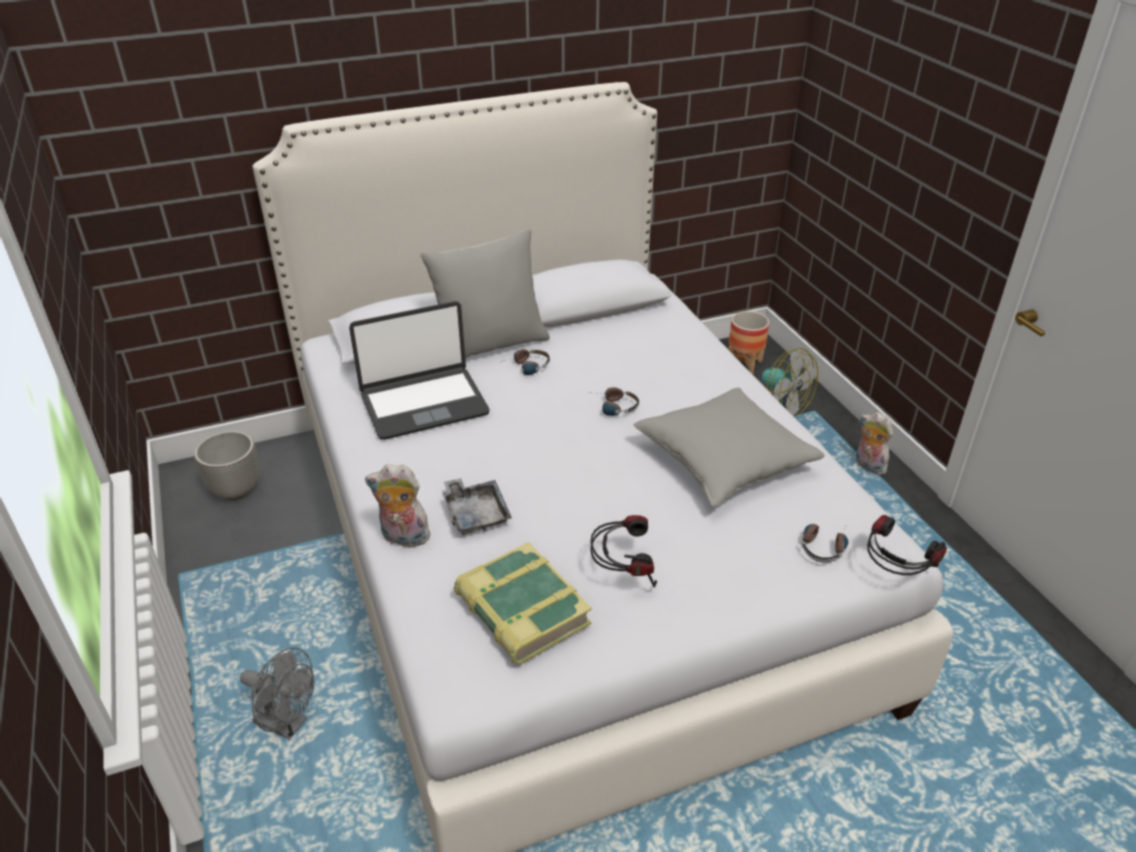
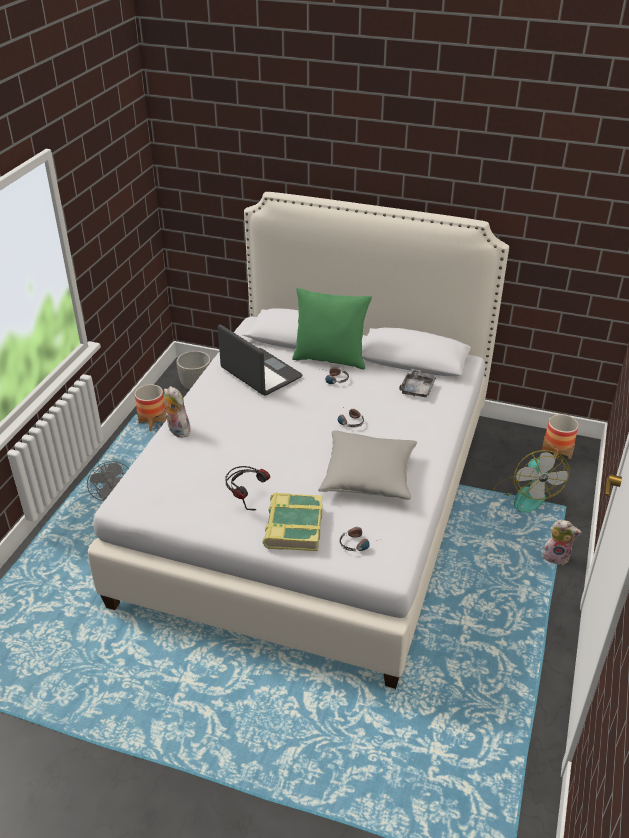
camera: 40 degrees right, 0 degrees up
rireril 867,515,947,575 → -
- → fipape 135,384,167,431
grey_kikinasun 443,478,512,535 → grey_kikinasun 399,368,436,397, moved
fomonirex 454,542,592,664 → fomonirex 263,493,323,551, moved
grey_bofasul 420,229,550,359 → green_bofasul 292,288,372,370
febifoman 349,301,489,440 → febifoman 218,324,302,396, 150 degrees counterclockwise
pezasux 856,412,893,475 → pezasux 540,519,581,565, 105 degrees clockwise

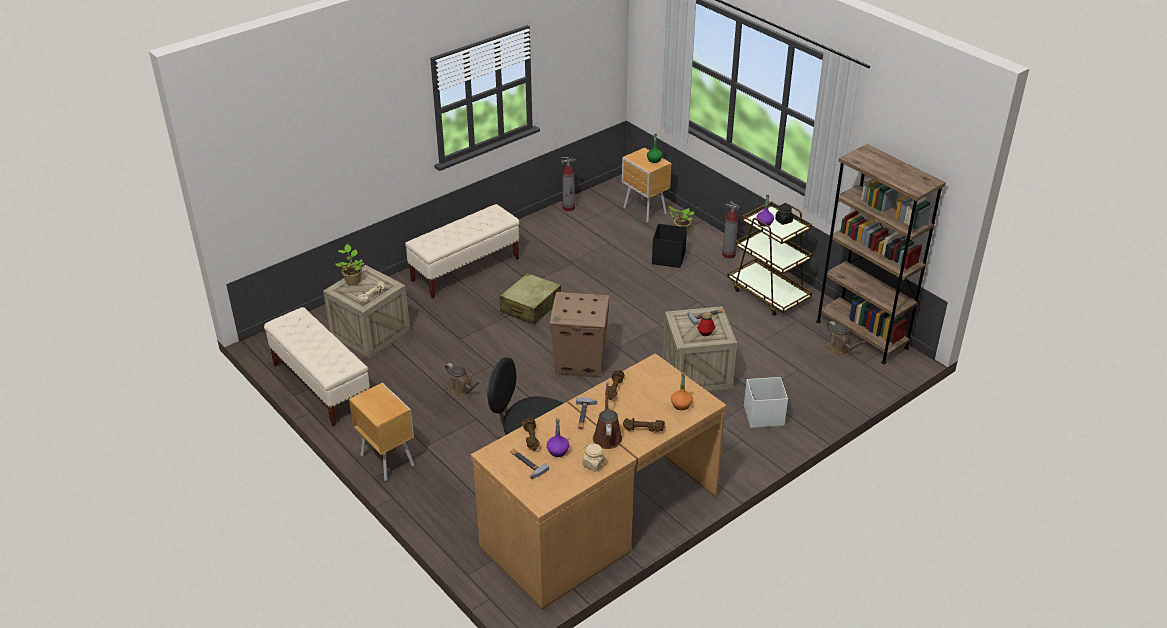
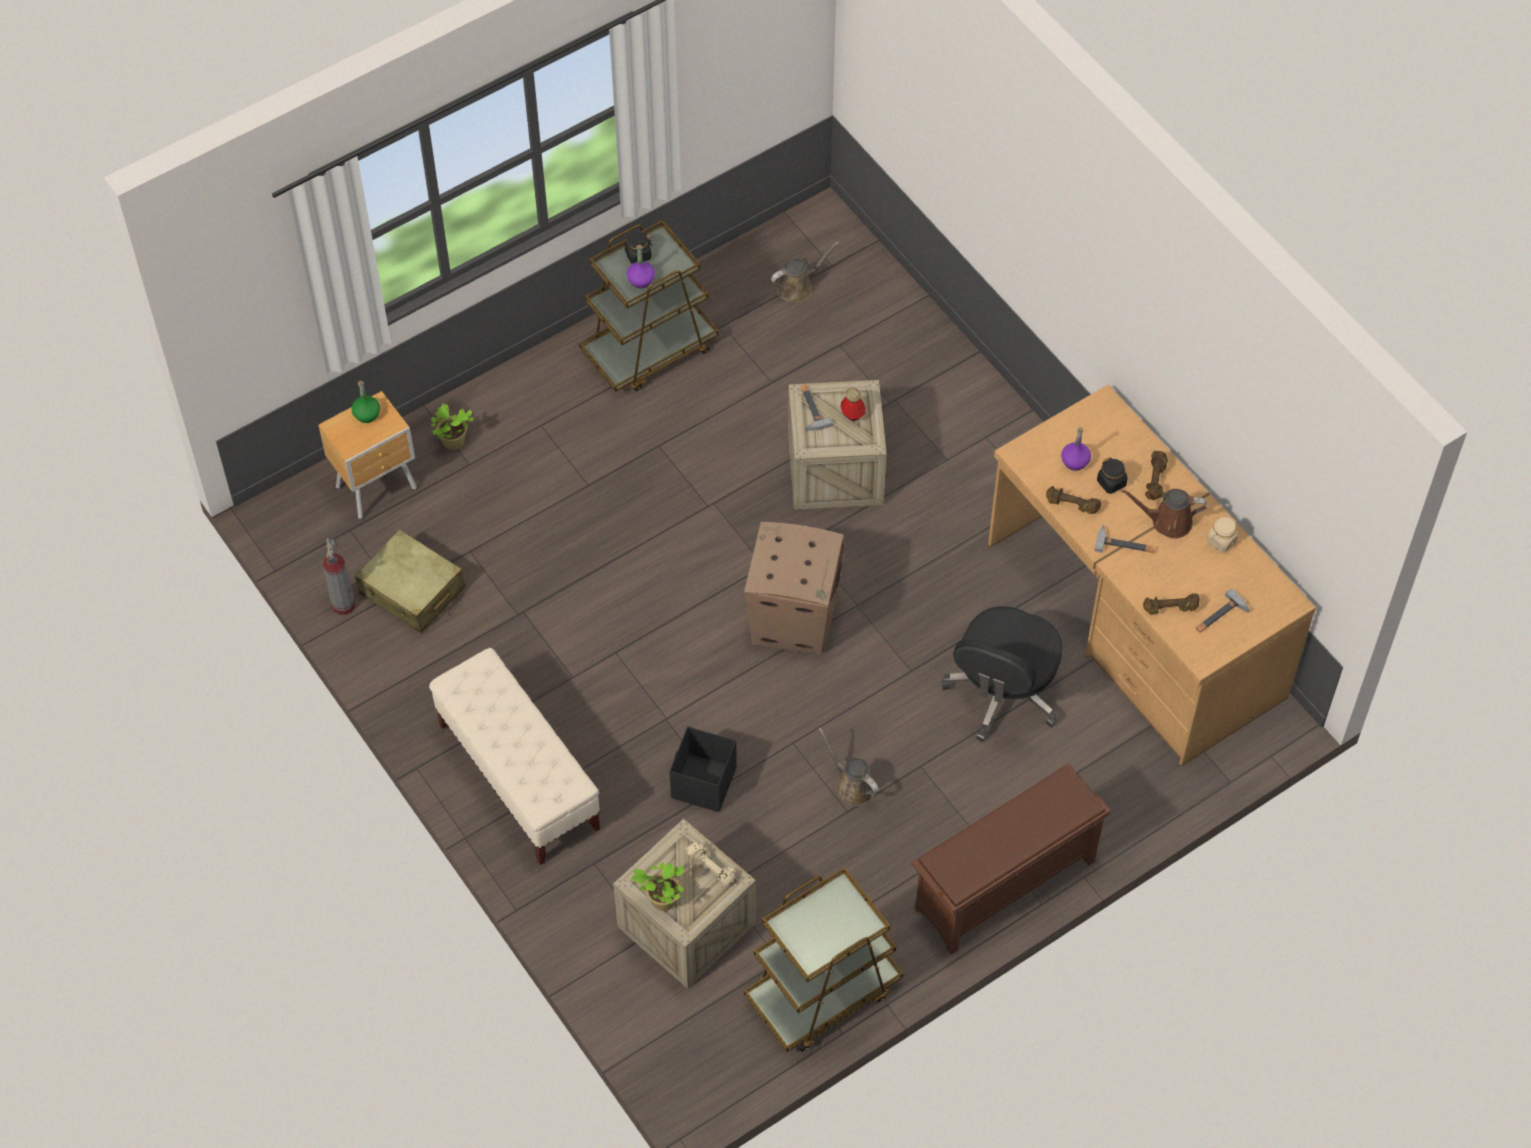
camera: 85 degrees left, 20 degrees up
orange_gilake 671,373,693,410 → -
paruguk 722,201,741,259 → -
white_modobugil 744,377,788,428 → -
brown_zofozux 816,144,946,364 → -
- → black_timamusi 1097,457,1128,494
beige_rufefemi 500,273,561,324 → beige_rufefemi 355,529,465,633, moved
purple_gilake 547,418,569,457 → purple_gilake 1061,427,1091,471, moved
black_modobugil 652,224,687,268 → black_modobugil 670,727,737,812, moved
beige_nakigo 264,307,370,426 → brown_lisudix 744,867,903,1052
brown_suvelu 349,383,414,481 → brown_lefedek 912,763,1111,955
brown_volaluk 445,363,482,398 → brown_volaluk 819,727,879,806, 90 degrees counterclockwise

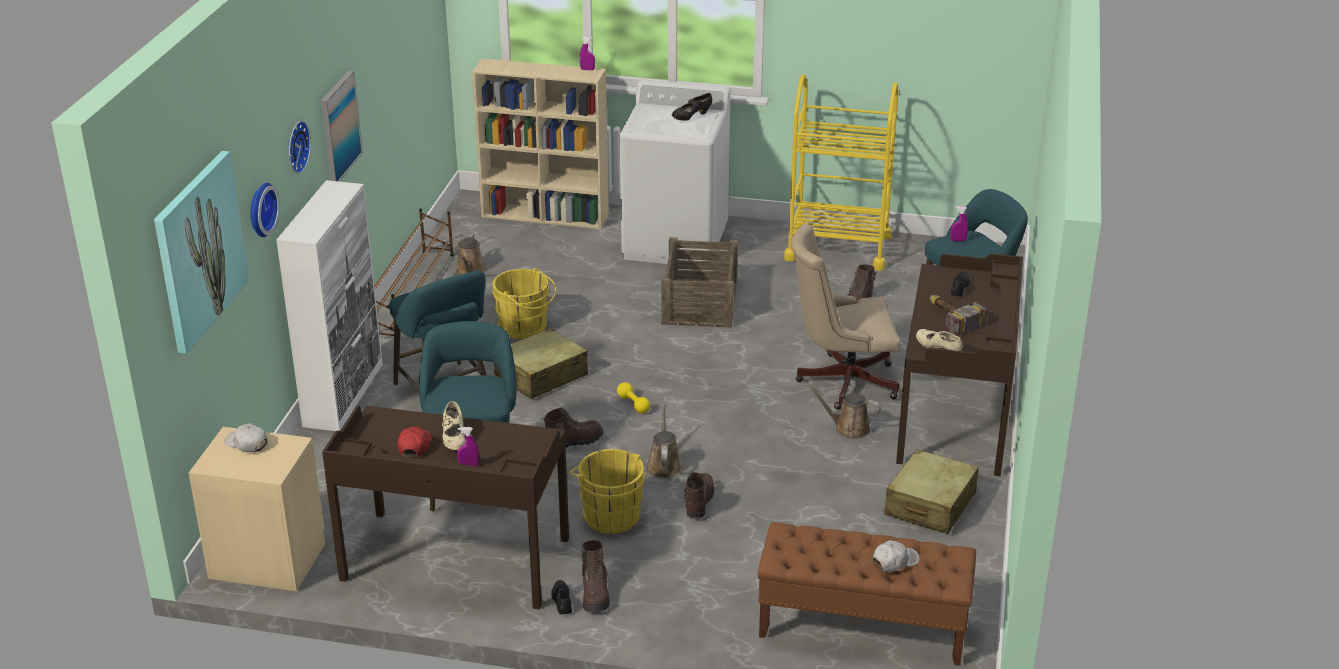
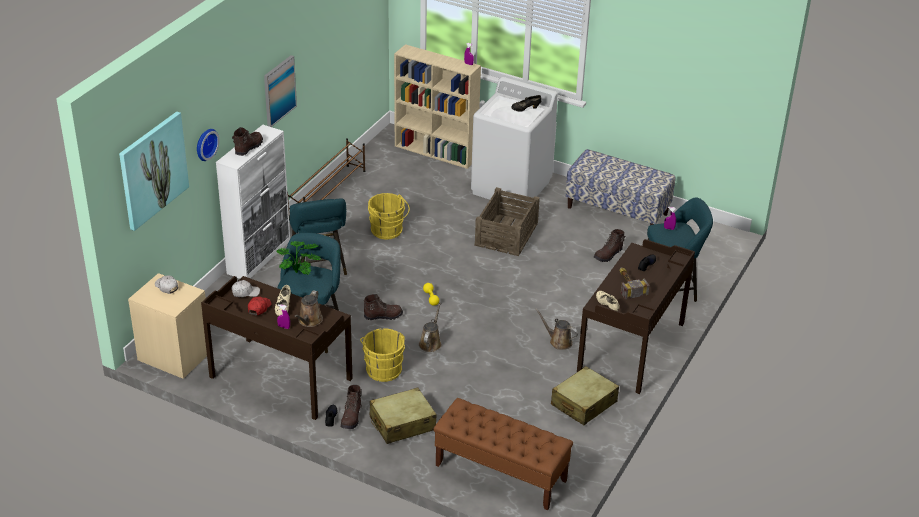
camera: 15 degrees right, 5 degrees up
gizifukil 289,121,311,174 → -
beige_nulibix 791,224,900,410 → -
- → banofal 277,241,321,275
brown_volaluk 456,234,486,275 → brown_volaluk 294,290,323,327, moved
beige_rufefemi 494,328,588,399 → beige_rufefemi 370,387,436,444, moved
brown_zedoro 683,472,714,518 → brown_zedoro 232,127,263,156, moved
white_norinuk 873,540,919,572 → white_norinuk 231,280,260,297, moved
yellow_lisudix 784,75,899,271 → nakigo 565,149,675,225

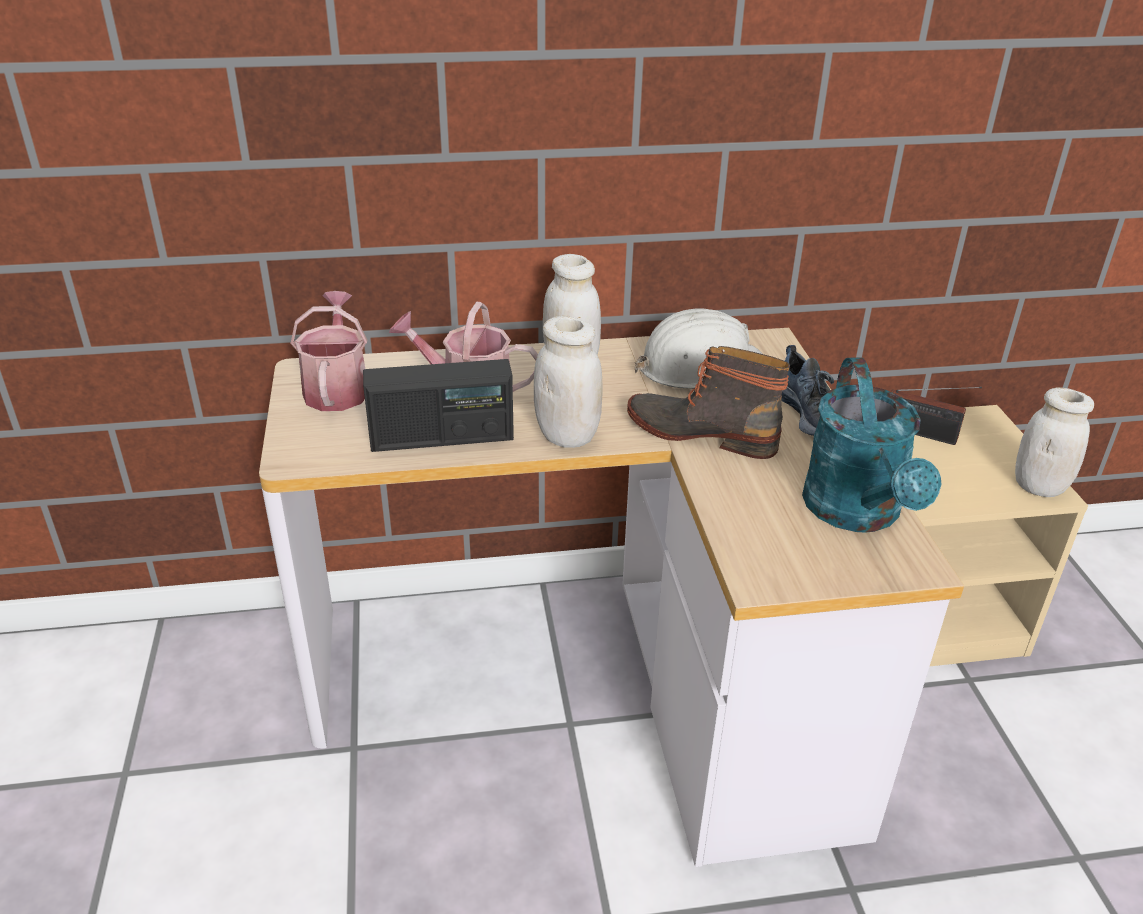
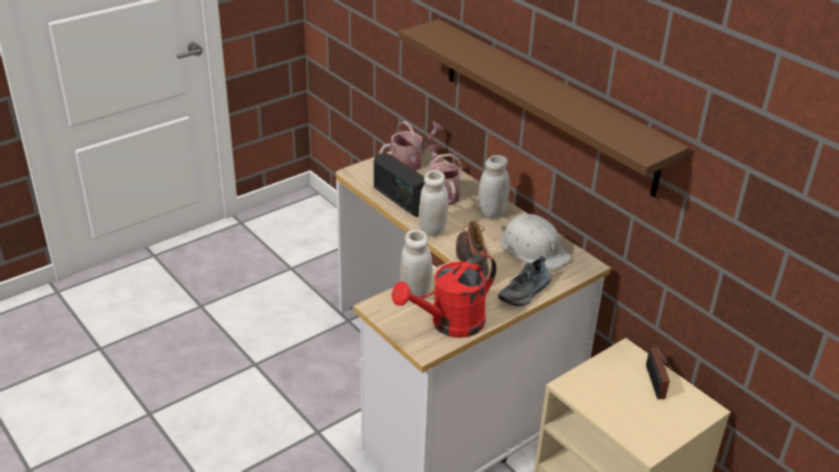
camera: 60 degrees right, 0 degrees up
- → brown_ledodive 398,19,689,198
white_timamusi 1015,387,1094,497 → white_timamusi 400,229,432,298, moved
turquoise_volaluk 802,358,941,533 → red_volaluk 392,253,496,338

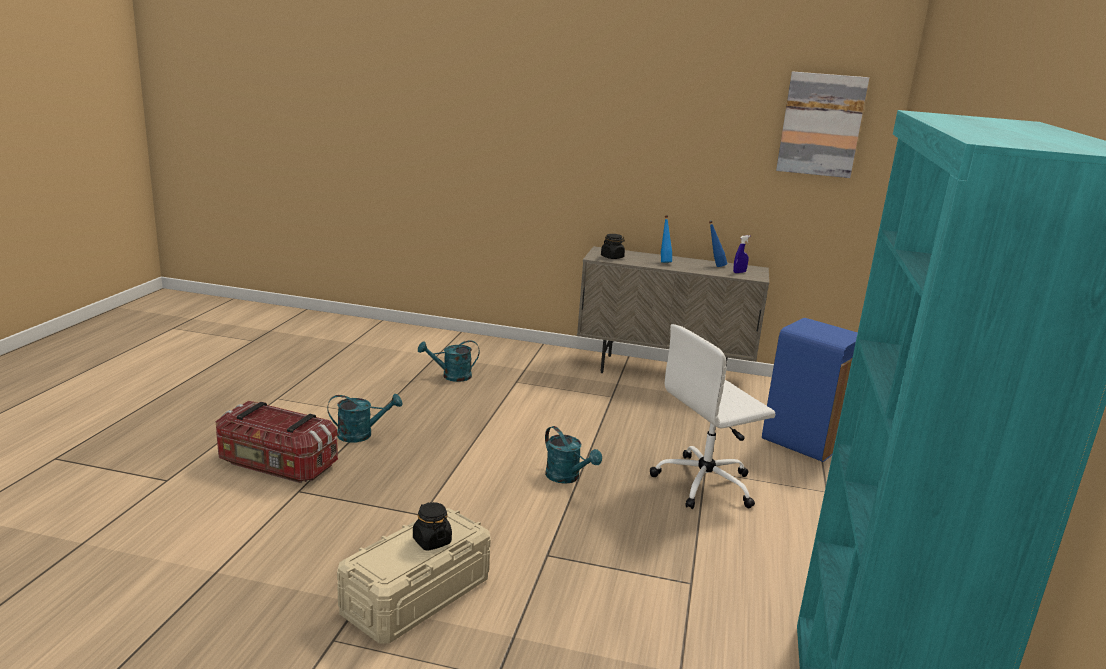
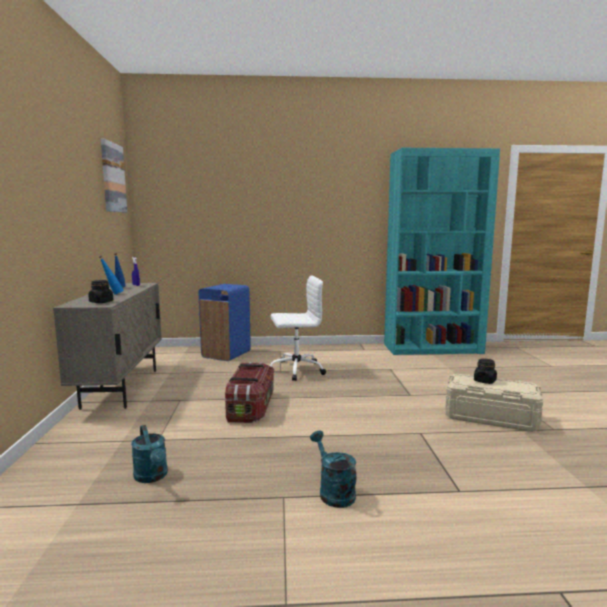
camera: 105 degrees left, 10 degrees down
turquoise_volaluk 545,426,602,484 → -
modobugil 216,401,338,483 → modobugil 225,362,274,423, moved
white_nulibix 650,324,775,509 → white_nulibix 270,276,326,381, 60 degrees counterclockwise

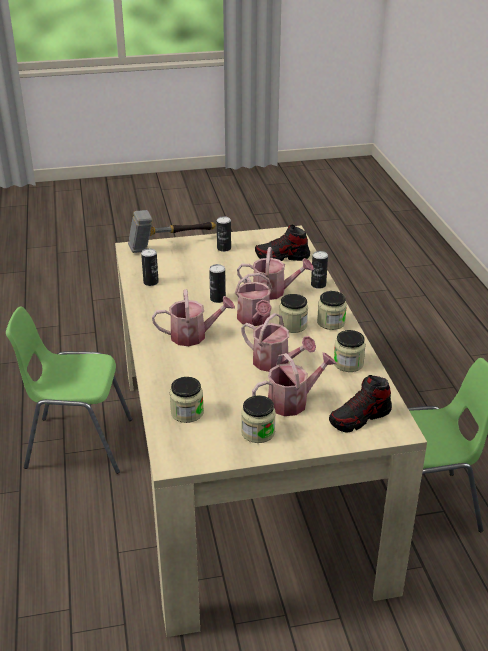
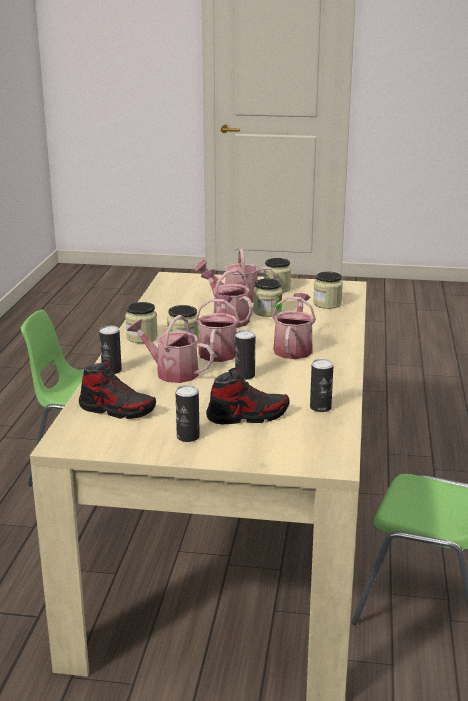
camera: 160 degrees left, 10 degrees down
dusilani 128,210,216,253 → -
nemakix 329,375,392,432 → nemakix 206,368,290,424, moved
timamusi 334,330,366,372 → timamusi 253,279,282,317, moved
volaluk 152,289,235,346 → volaluk 272,293,316,359, 90 degrees clockwise

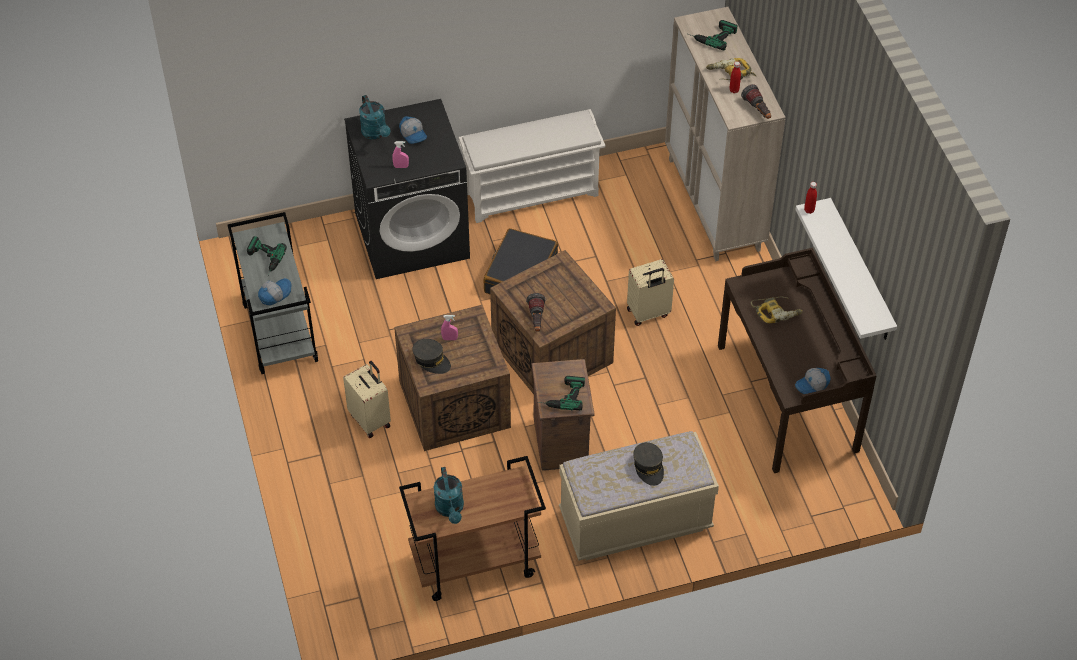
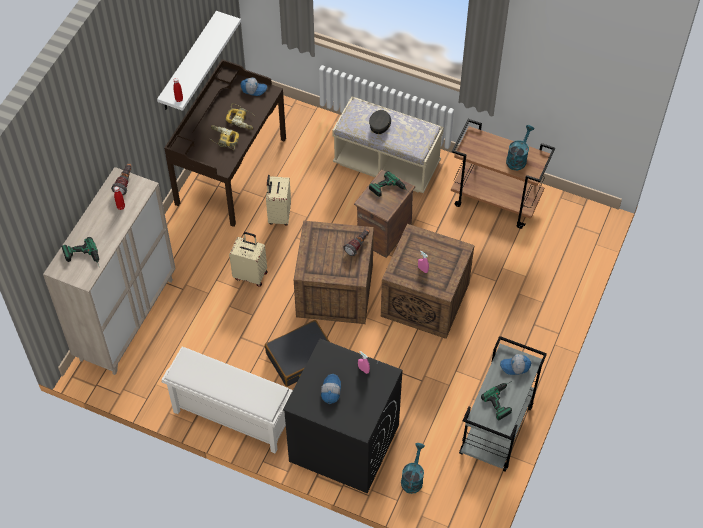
camera: 140 degrees left, 5 degrees up
grey_norinuk 412,339,451,374 → -
beige_rufefemi 343,361,391,438 → beige_rufefemi 266,175,291,226, moved
turquoise_volaluk 359,95,390,139 → turquoise_volaluk 401,443,425,494, moved
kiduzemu 706,58,757,80 → kiduzemu 226,103,255,130, moved

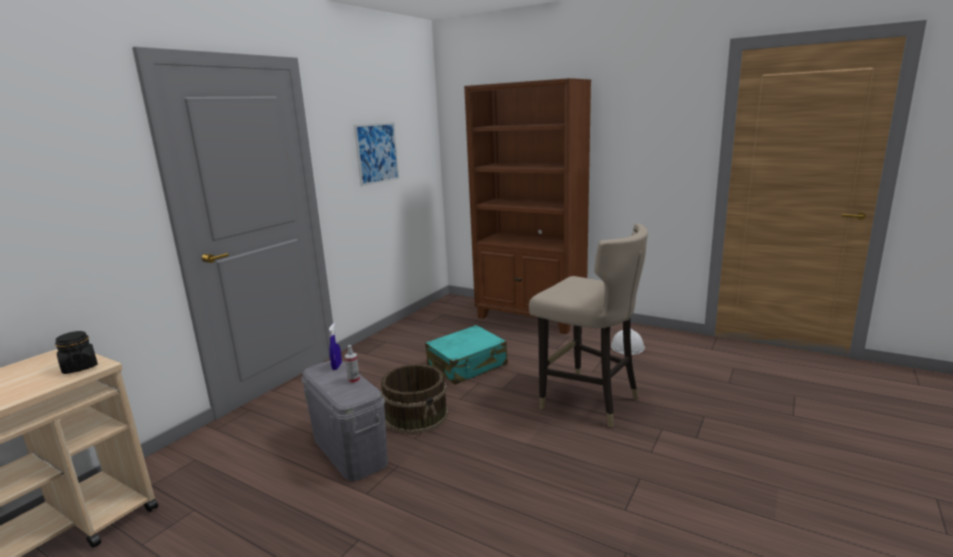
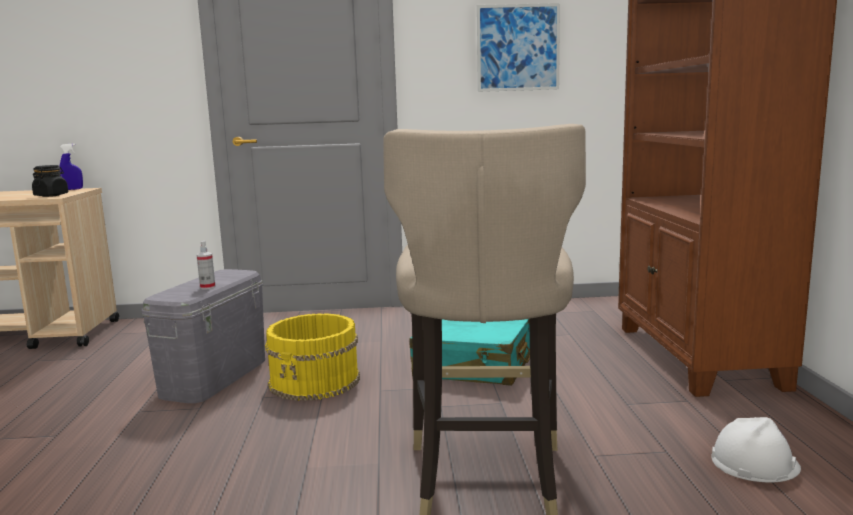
camera: 55 degrees right, 5 degrees down
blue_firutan 329,323,342,370 → blue_firutan 59,144,83,190, moved
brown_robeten 381,364,448,434 → yellow_robeten 265,313,360,401

